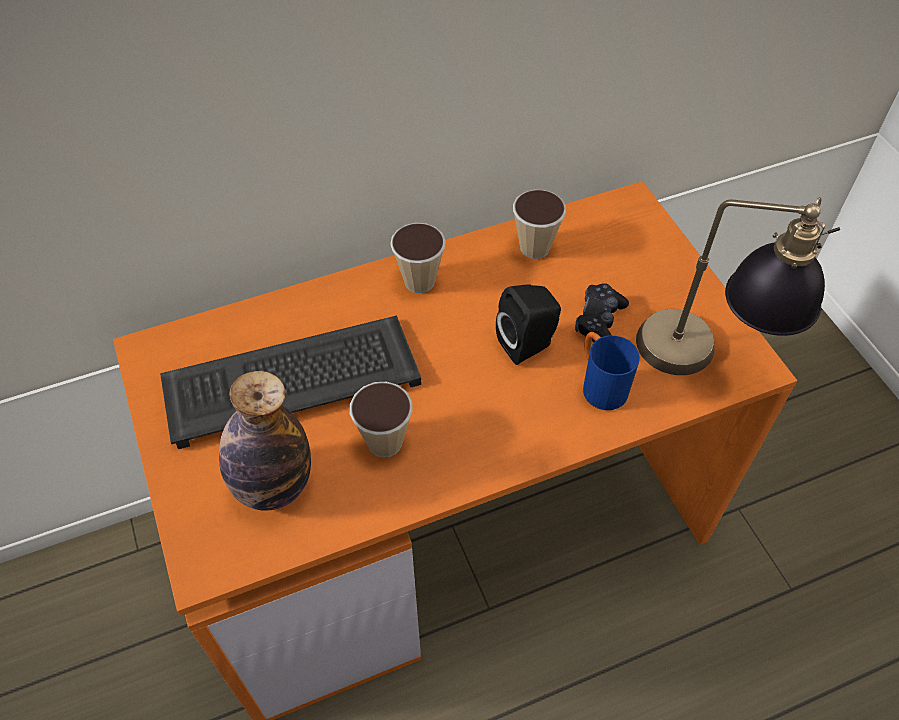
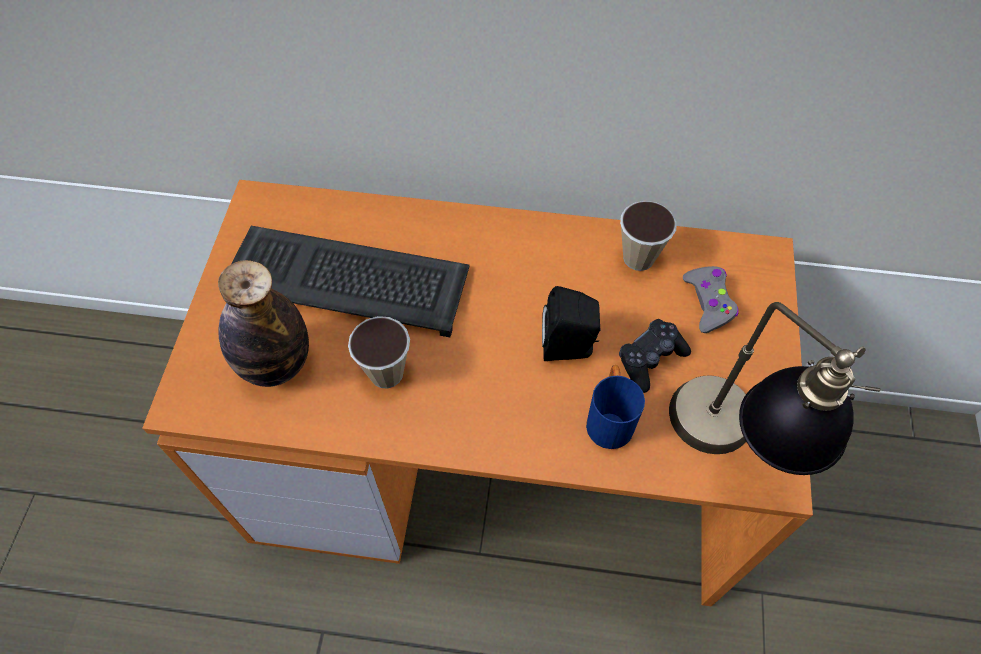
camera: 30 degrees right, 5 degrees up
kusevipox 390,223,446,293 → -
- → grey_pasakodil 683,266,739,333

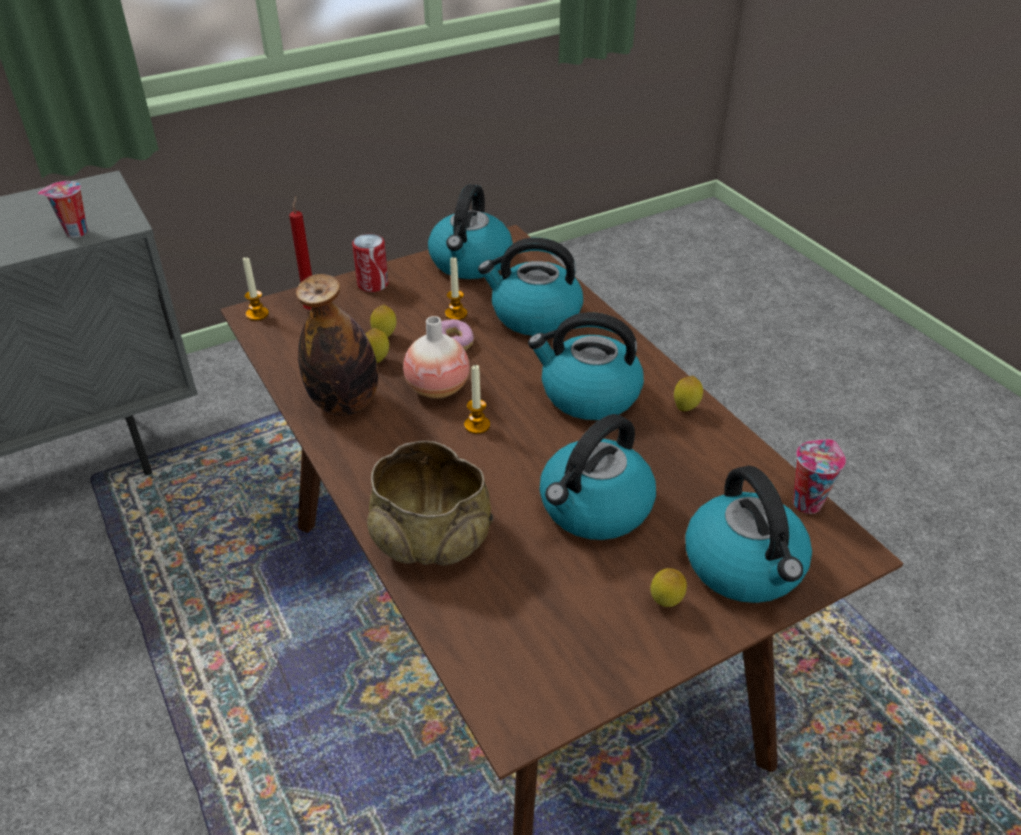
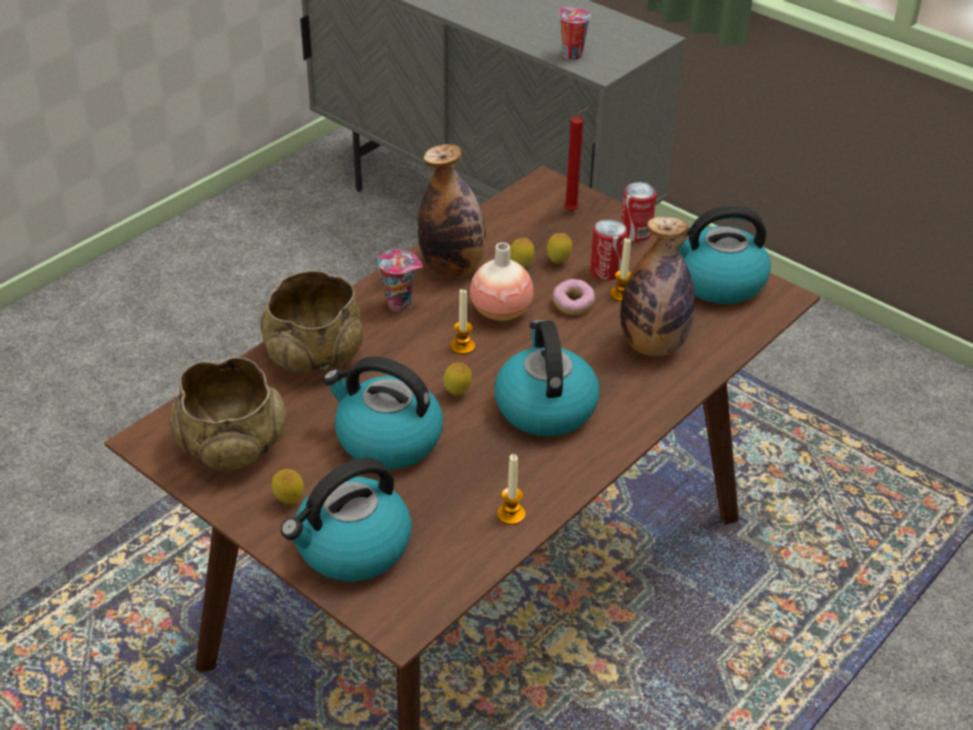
camera: 70 degrees right, 0 degrees up
- → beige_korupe 169,357,286,470
- → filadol 590,219,627,280
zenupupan 243,256,269,321 → zenupupan 497,454,525,525, moved
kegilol 674,376,703,411 → kegilol 443,363,472,395, moved
kusevipox 793,439,846,514 → kusevipox 378,250,423,312, moved
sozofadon 478,238,583,336 → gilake 620,217,696,356

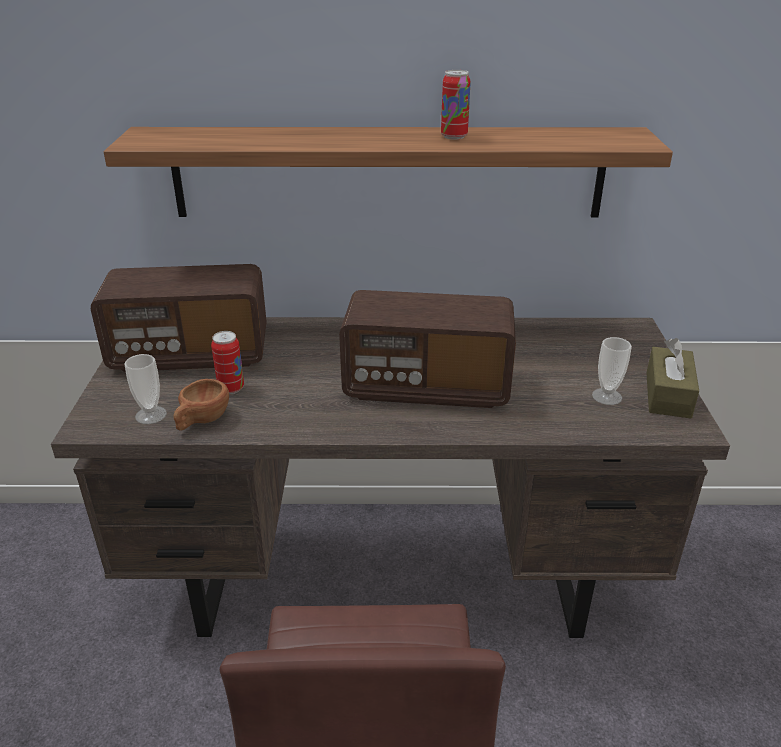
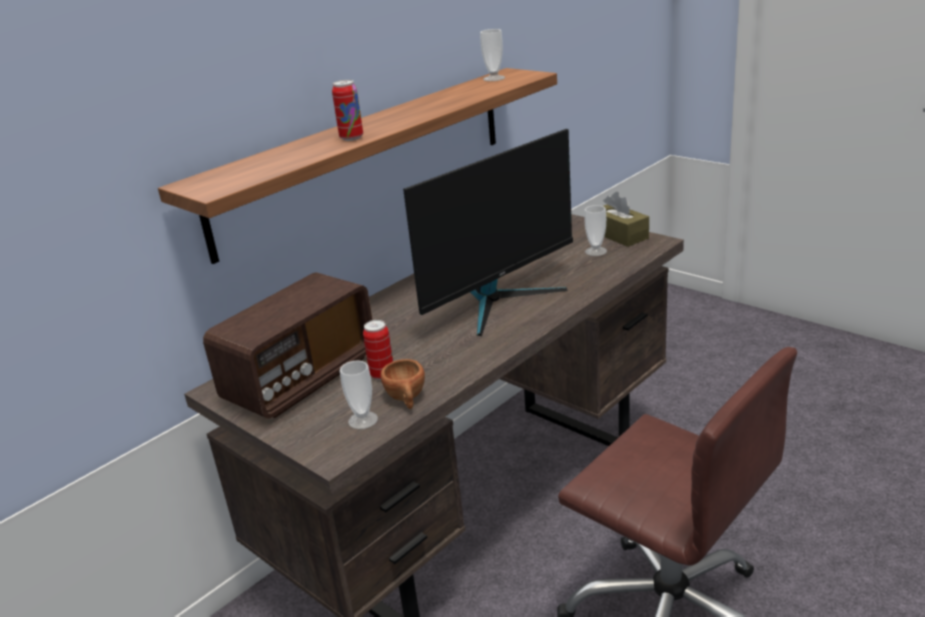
camera: 45 degrees left, 5 degrees down
- → kusevipox 480,29,505,81
filadol 441,70,471,140 → filadol 332,80,363,141, moved
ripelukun 339,290,516,408 → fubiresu 403,129,573,336

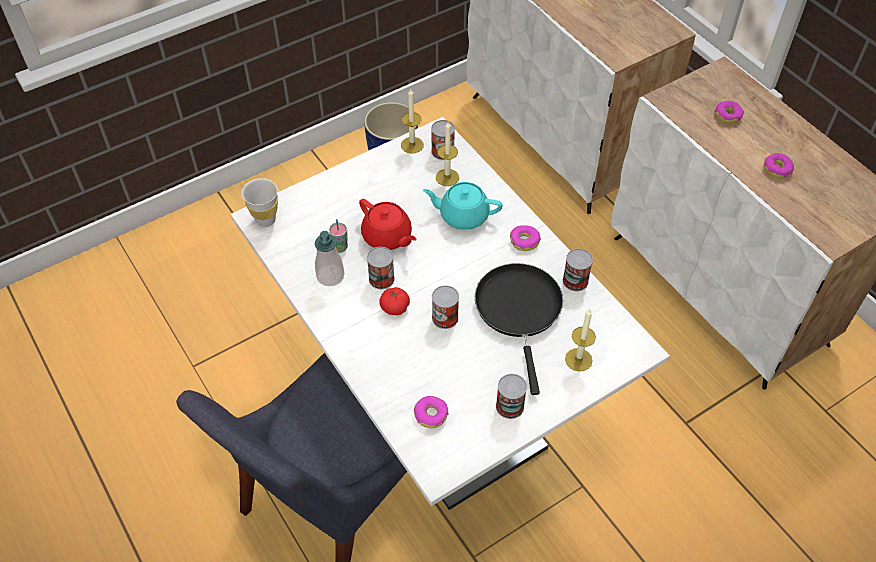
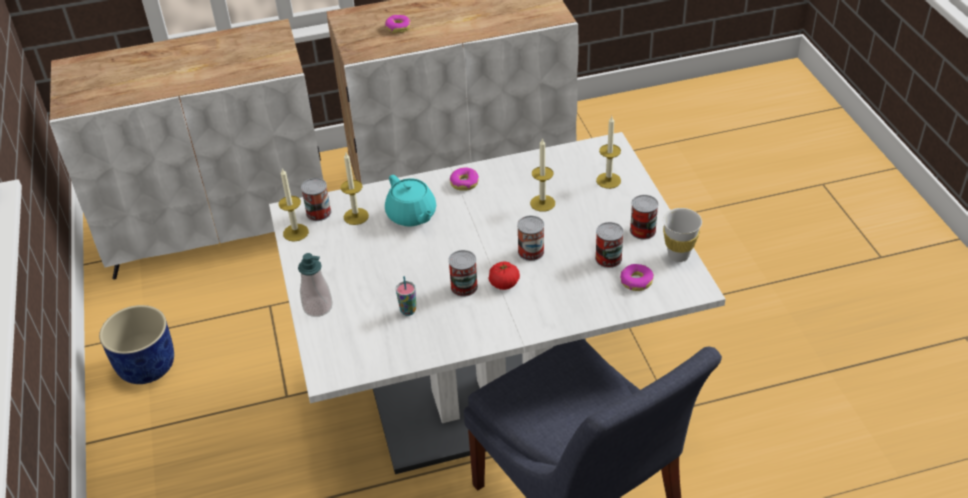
camera: 70 degrees left, 10 degrees down
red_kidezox 359,199,416,250 → -
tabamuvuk 764,153,794,178 → -
white_kusevipox 242,178,278,227 → white_kusevipox 663,208,702,262, moved
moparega 315,231,344,286 → moparega 298,253,333,317, moved
filadol 563,249,593,291 → filadol 595,222,624,268, moved
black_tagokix 475,263,563,395 → zenupupan 530,138,555,212
turquoise_kidezox 423,182,503,230 → turquoise_kidezox 385,175,436,226, 60 degrees counterclockwise

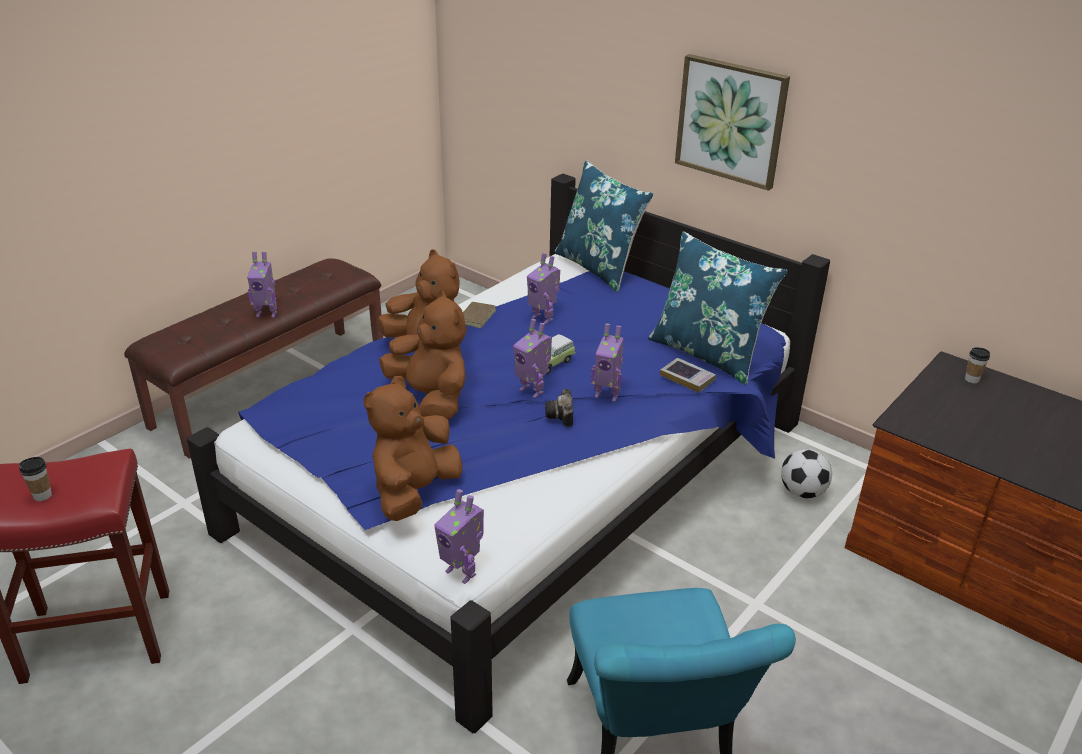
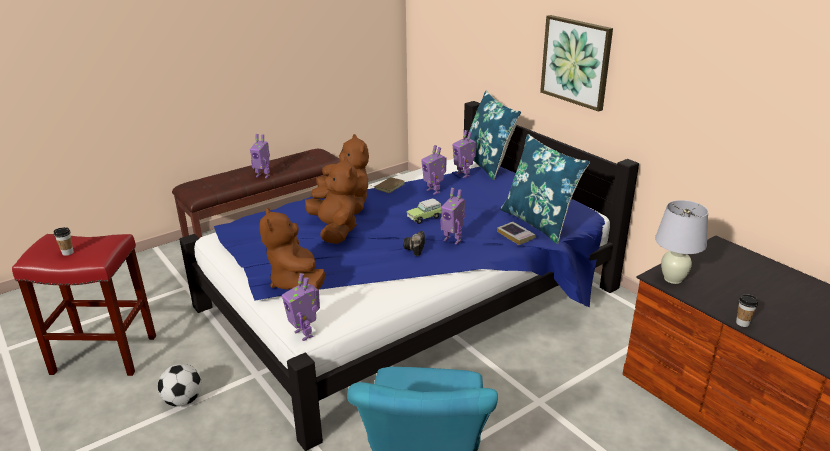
camera: 15 degrees right, 5 degrees down
- → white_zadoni 655,200,708,284
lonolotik 513,319,552,398 → lonolotik 453,130,476,178, moved
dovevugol 781,449,832,499 → dovevugol 158,364,202,407, moved
kusevipox 965,347,990,383 → kusevipox 736,294,758,327, moved
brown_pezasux 364,376,462,521 → brown_pezasux 260,207,325,290, 60 degrees counterclockwise

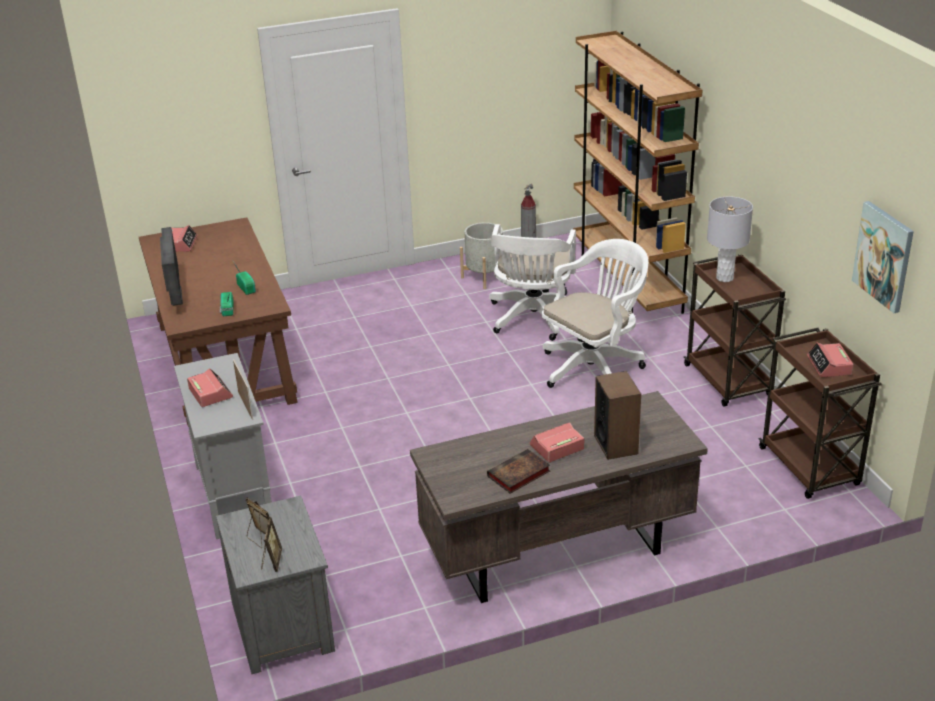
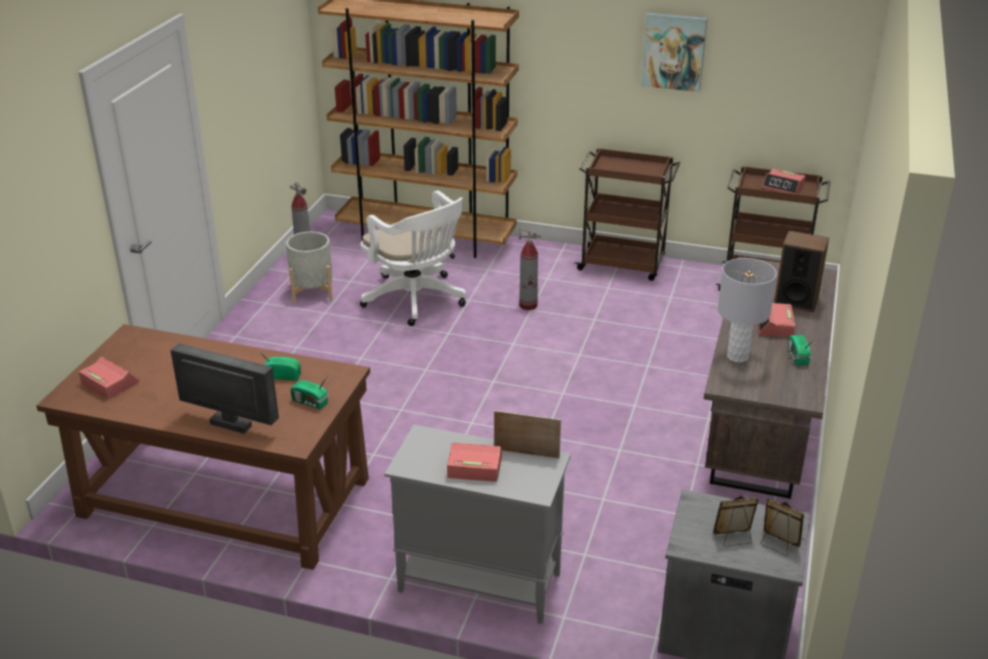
camera: 55 degrees left, 0 degrees up
grey_zadoni 707,197,753,282 → grey_zadoni 718,258,777,363, moved
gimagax 852,201,914,313 → gimagax 641,13,707,92, moved
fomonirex 487,449,550,494 → ripelukun 788,335,814,365
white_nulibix 542,239,648,388 → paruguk 519,229,541,310

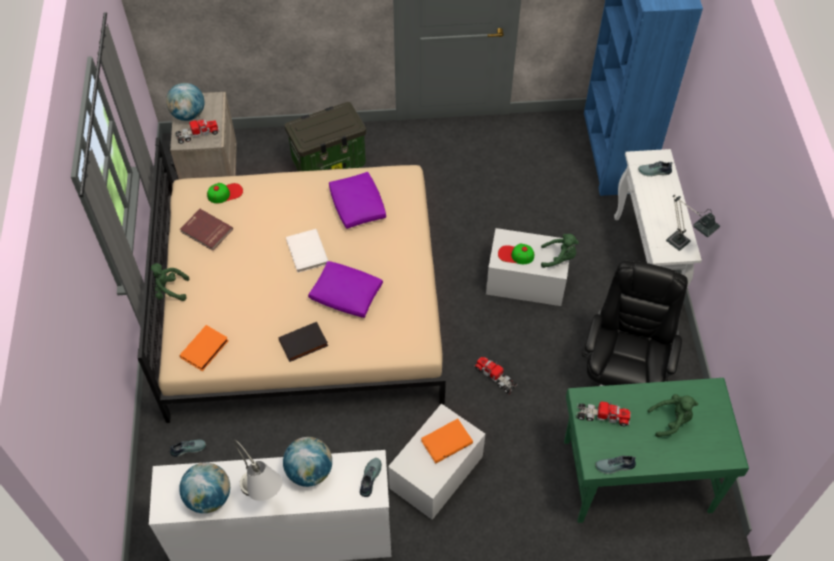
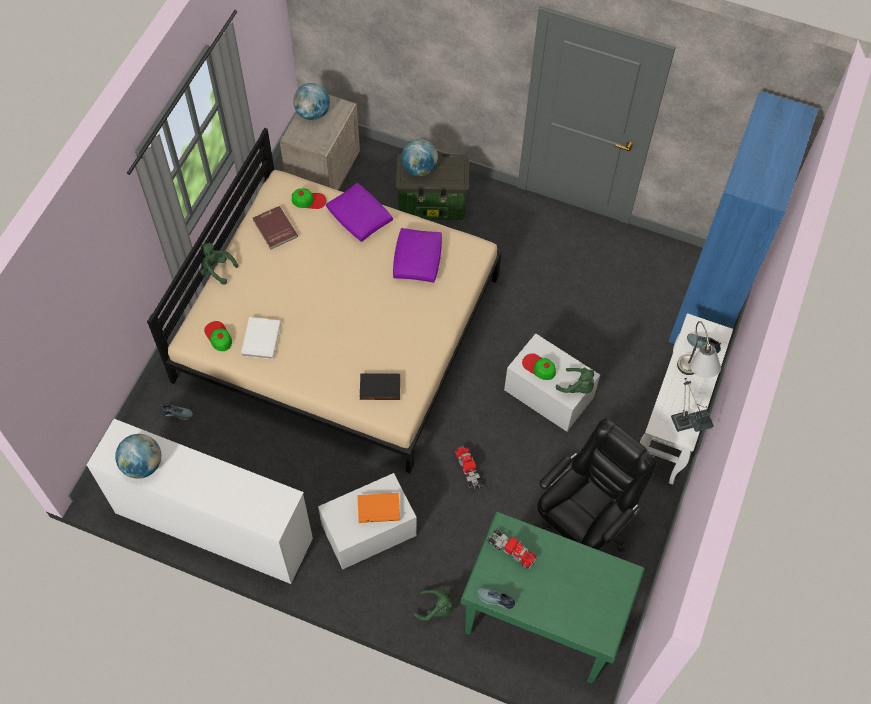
camera: 25 degrees right, 5 degrees up
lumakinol 174,118,219,144 → -
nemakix 360,458,382,497 → -
grey_zadoni 234,440,282,501 → grey_zadoni 677,321,721,378, moved
black_fomonirex 278,322,328,362 → black_fomonirex 360,373,400,400, moved
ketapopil 283,437,332,487 → ketapopil 401,139,438,176, moved
white_fomonirex 286,229,328,273 → white_fomonirex 241,317,281,359, moved
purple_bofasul 308,261,383,318 → purple_bofasul 326,183,393,242, moved
green_pezasux 648,394,698,437 → green_pezasux 414,589,453,621, moved
orange_fomonirex 180,325,229,371 → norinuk 204,321,232,351

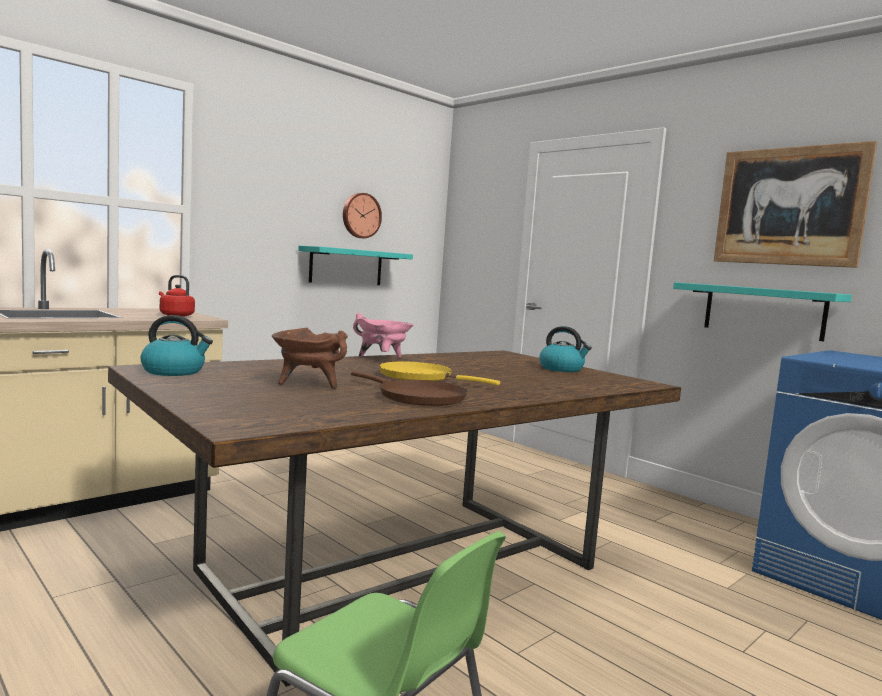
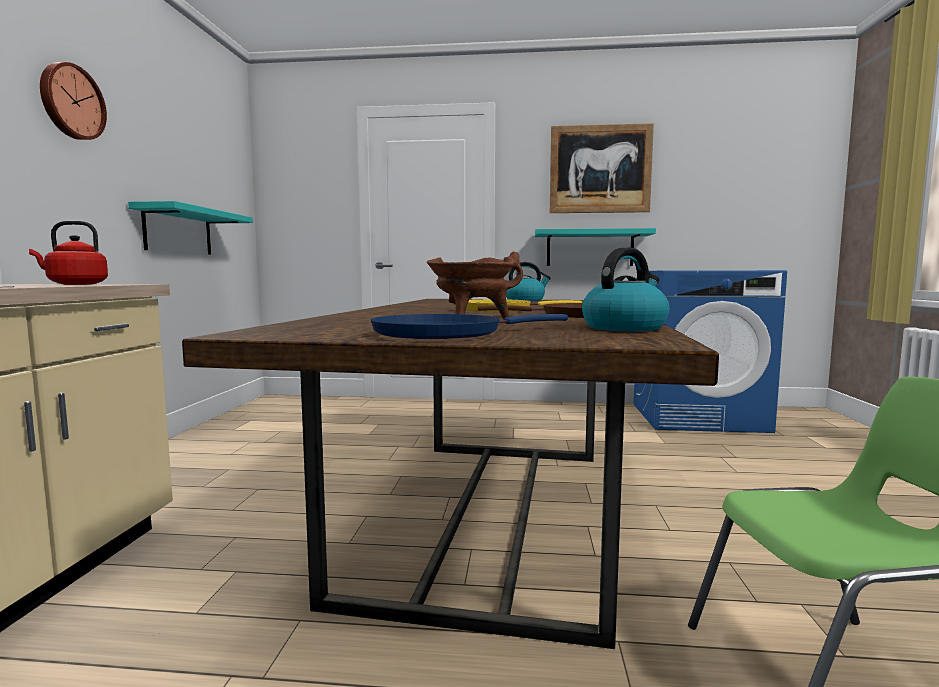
camera: 40 degrees left, 0 degrees up
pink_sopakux 353,313,414,358 → -
- → blue_tagokix 371,314,568,339
sozofadon 141,315,213,376 → sozofadon 582,247,669,332, moved
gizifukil 343,193,382,238 → gizifukil 40,62,107,140, moved

